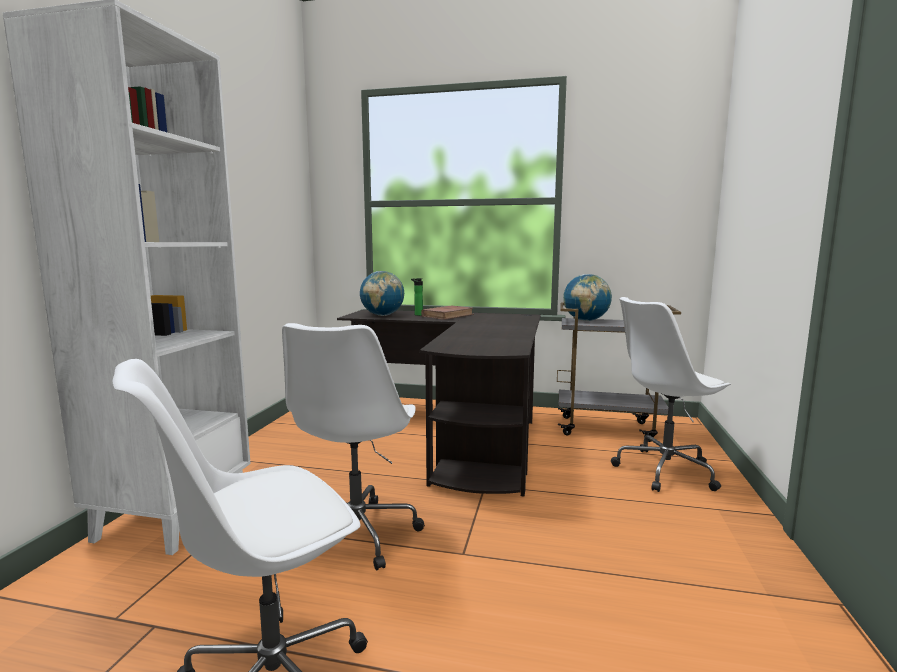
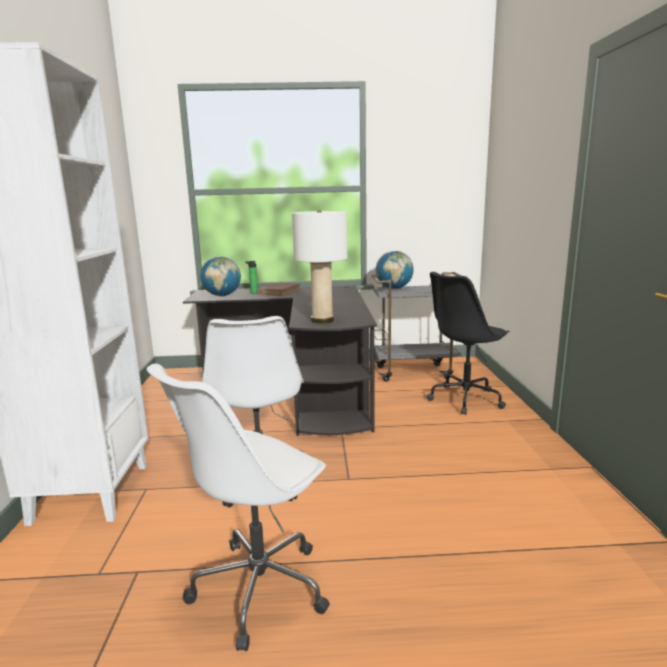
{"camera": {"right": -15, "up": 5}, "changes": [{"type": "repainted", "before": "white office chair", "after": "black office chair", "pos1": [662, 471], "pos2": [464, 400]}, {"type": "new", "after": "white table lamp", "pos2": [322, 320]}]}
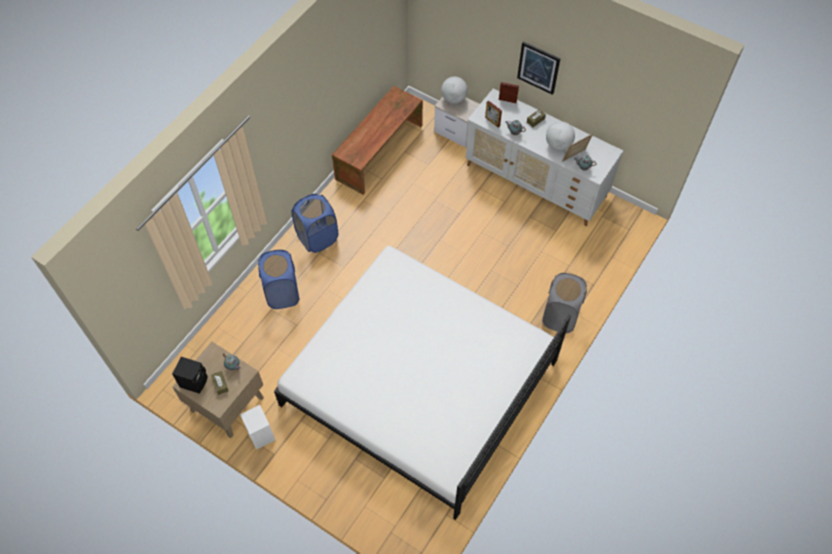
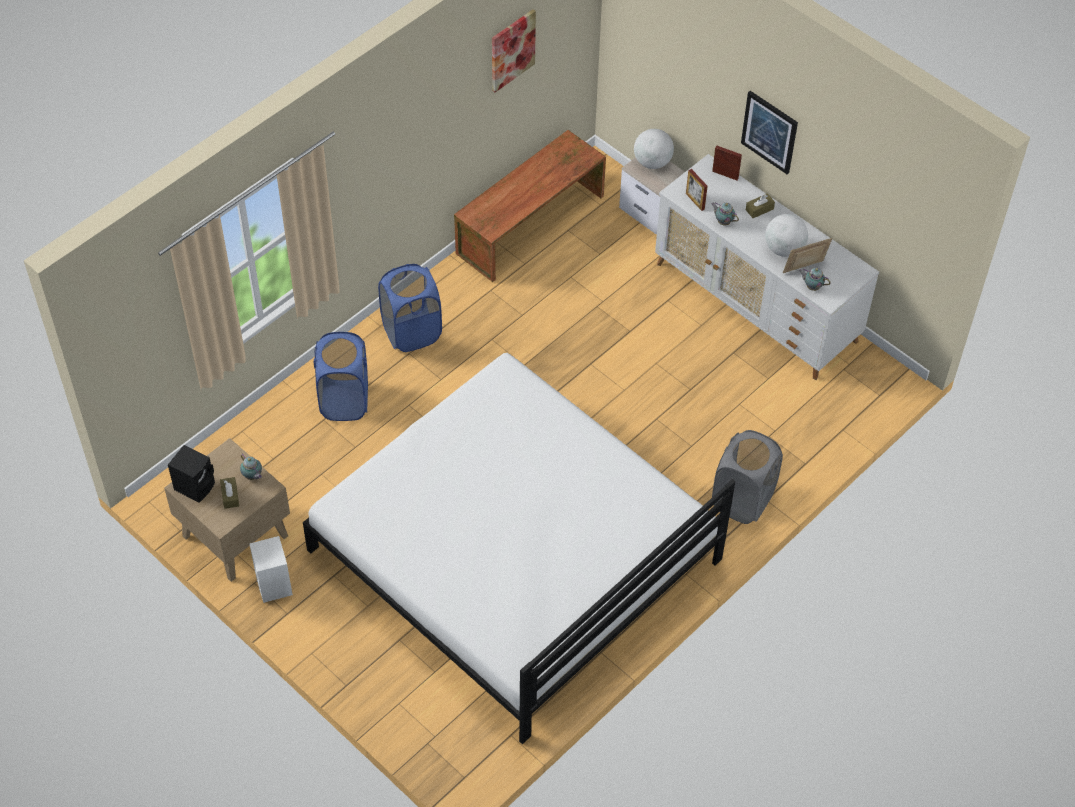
{"camera": {"right": 10, "up": -5}, "changes": [{"type": "new", "after": "picture", "pos2": [512, 50]}]}
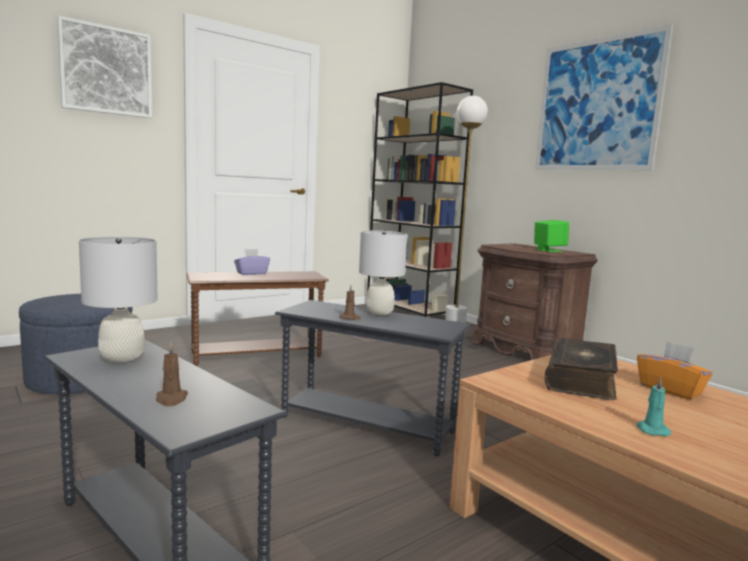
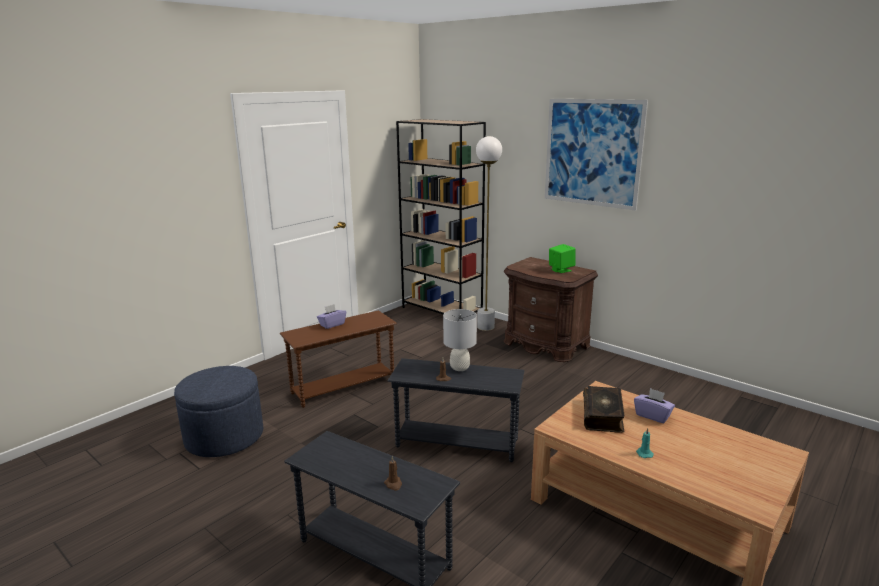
{"camera": {"right": -10, "up": 10}, "changes": [{"type": "gone", "before": "picture", "pos1": [106, 70]}, {"type": "gone", "before": "grey table lamp", "pos1": [124, 358]}, {"type": "repainted", "before": "orange tissue box", "after": "purple tissue box", "pos1": [670, 390], "pos2": [652, 415]}]}
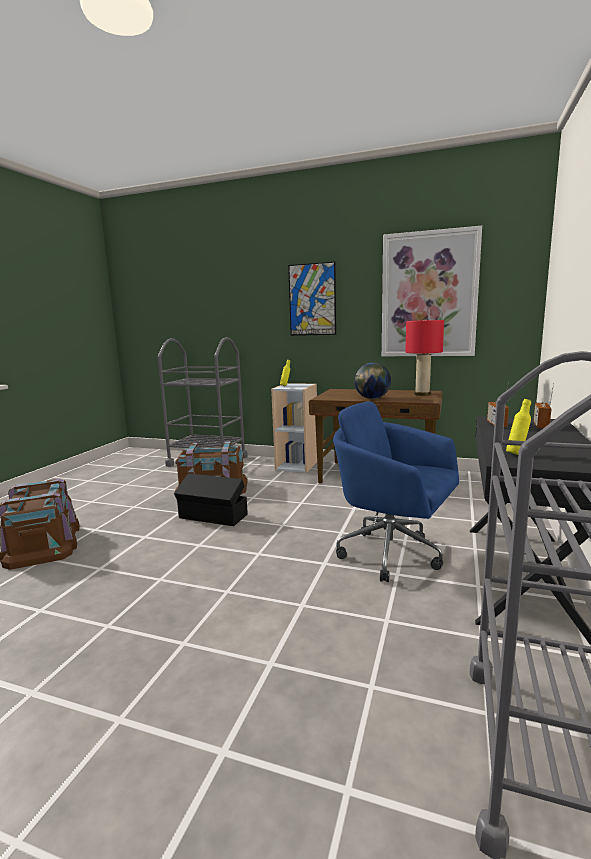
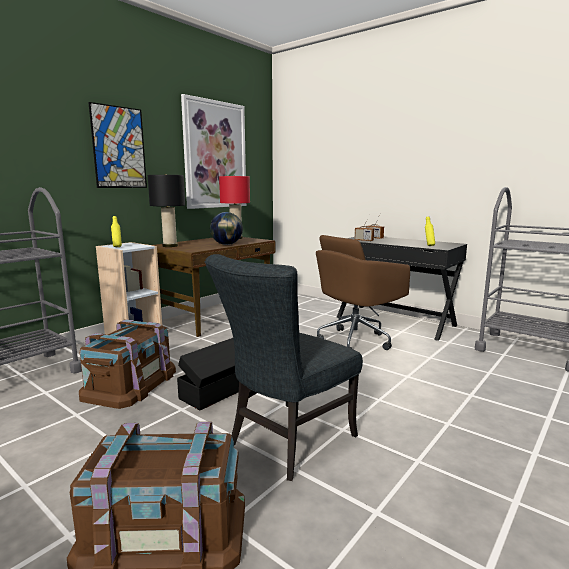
{"camera": {"right": -70, "up": 0}, "changes": [{"type": "repainted", "before": "blue office chair", "after": "brown office chair", "pos1": [394, 556], "pos2": [357, 340]}, {"type": "new", "after": "black table lamp", "pos2": [169, 246]}, {"type": "new", "after": "grey chair", "pos2": [286, 442]}]}
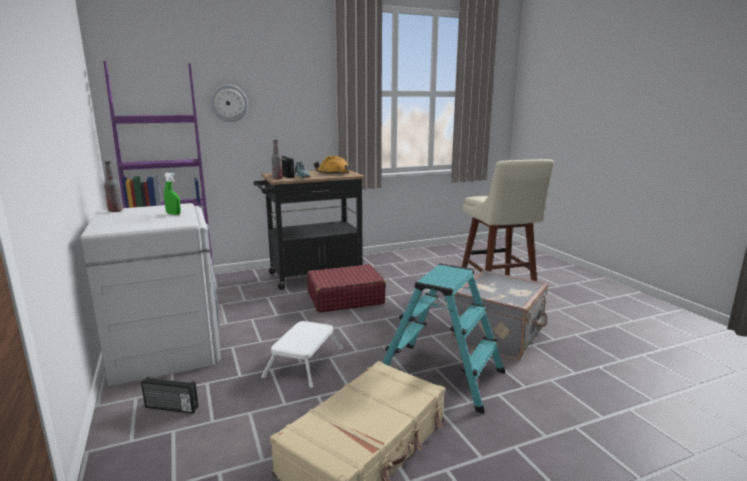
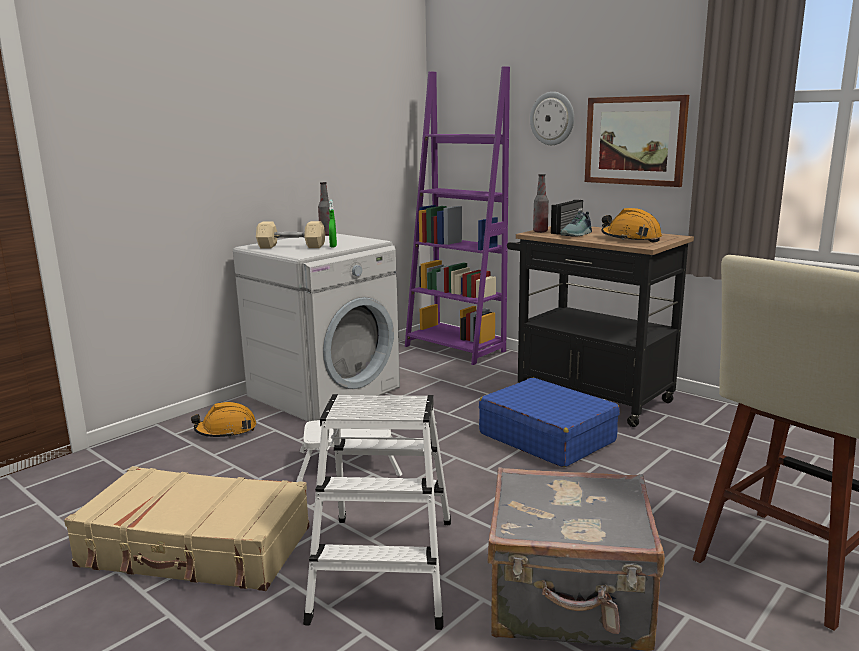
{"camera": {"right": 65, "up": 0}, "changes": [{"type": "swapped", "before": "radio", "after": "orange hard hat", "pos1": [171, 408], "pos2": [226, 431]}, {"type": "repainted", "before": "red suitcase", "after": "blue suitcase", "pos1": [345, 298], "pos2": [546, 437]}, {"type": "repainted", "before": "turquoise step ladder", "after": "white step ladder", "pos1": [440, 375], "pos2": [385, 566]}, {"type": "new", "after": "beige dumbbell", "pos2": [291, 247]}, {"type": "new", "after": "picture", "pos2": [635, 140]}]}
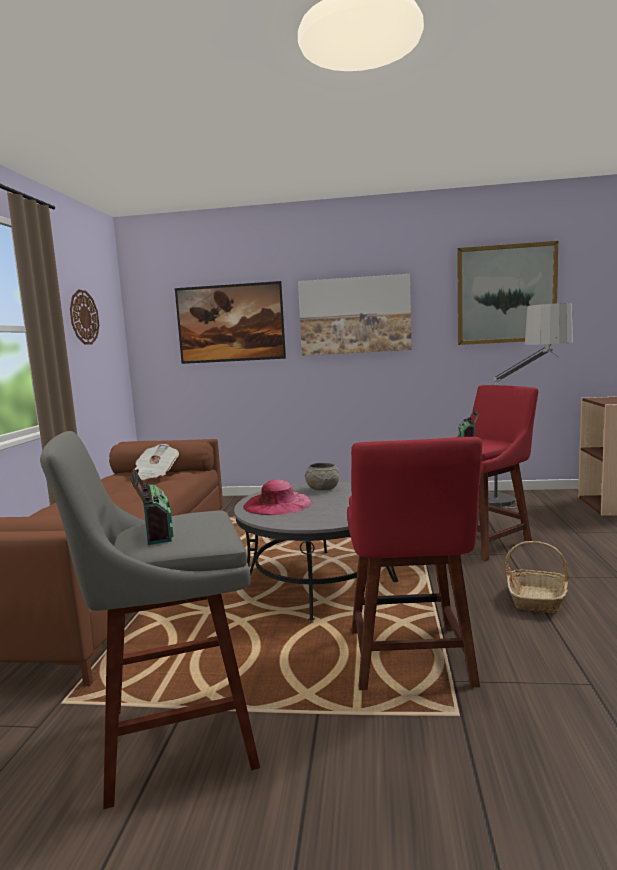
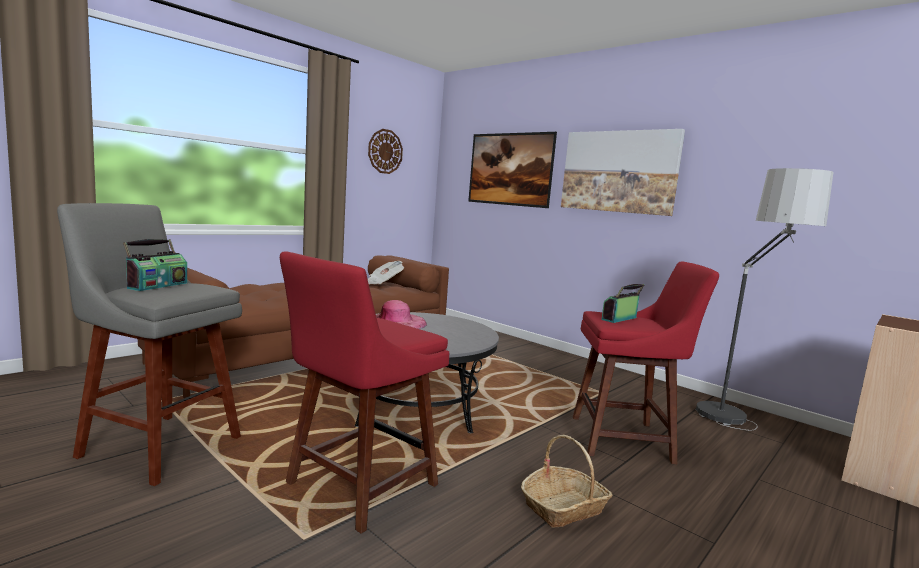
{"camera": {"right": 35, "up": 0}, "changes": [{"type": "gone", "before": "grey bowl", "pos1": [322, 489]}, {"type": "gone", "before": "picture", "pos1": [506, 294]}]}
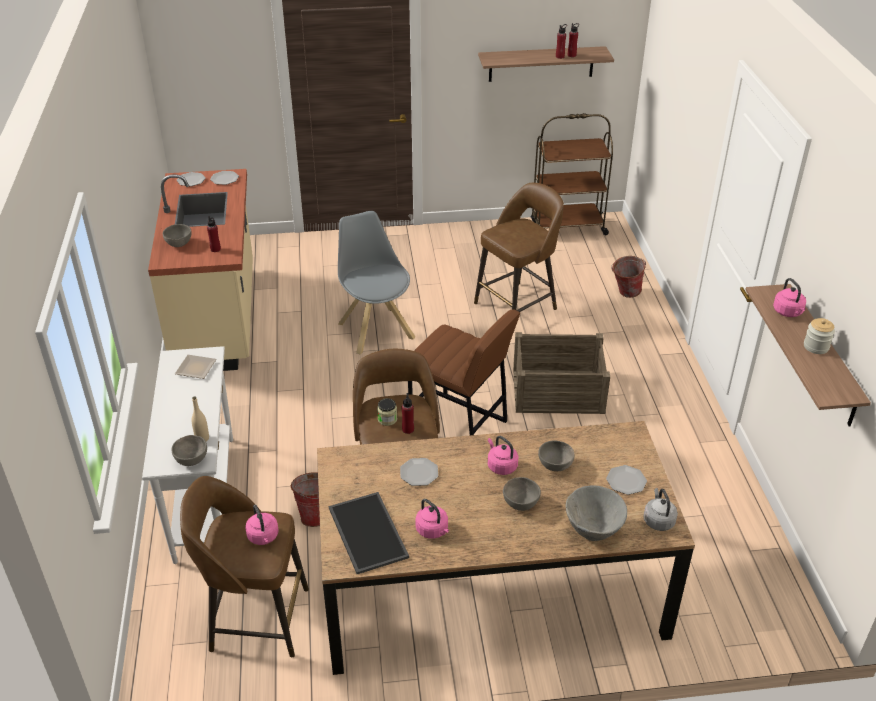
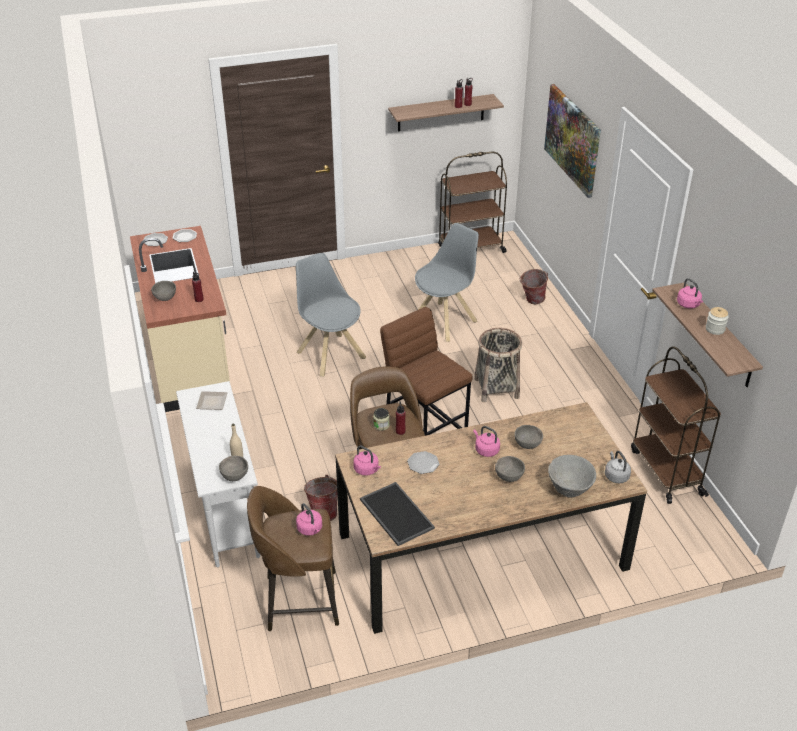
{"camera": {"right": -10, "up": 0}, "changes": [{"type": "rotated", "before": "brown chair", "pos1": [461, 428], "pos2": [424, 428], "turn": -150}, {"type": "shifted", "before": "pink kettle", "pos1": [433, 530], "pos2": [367, 470]}, {"type": "swapped", "before": "brown stool", "after": "grey chair", "pos1": [517, 305], "pos2": [445, 320]}, {"type": "swapped", "before": "crate", "after": "basket", "pos1": [558, 391], "pos2": [496, 388]}, {"type": "gone", "before": "plate", "pos1": [626, 481]}, {"type": "new", "after": "picture", "pos2": [572, 139]}, {"type": "new", "after": "brown cart", "pos2": [666, 471]}]}
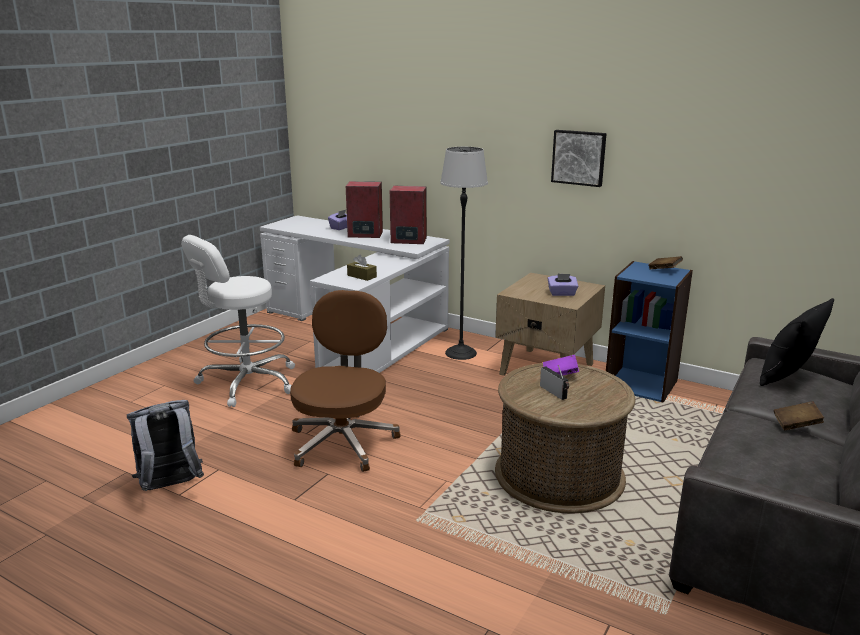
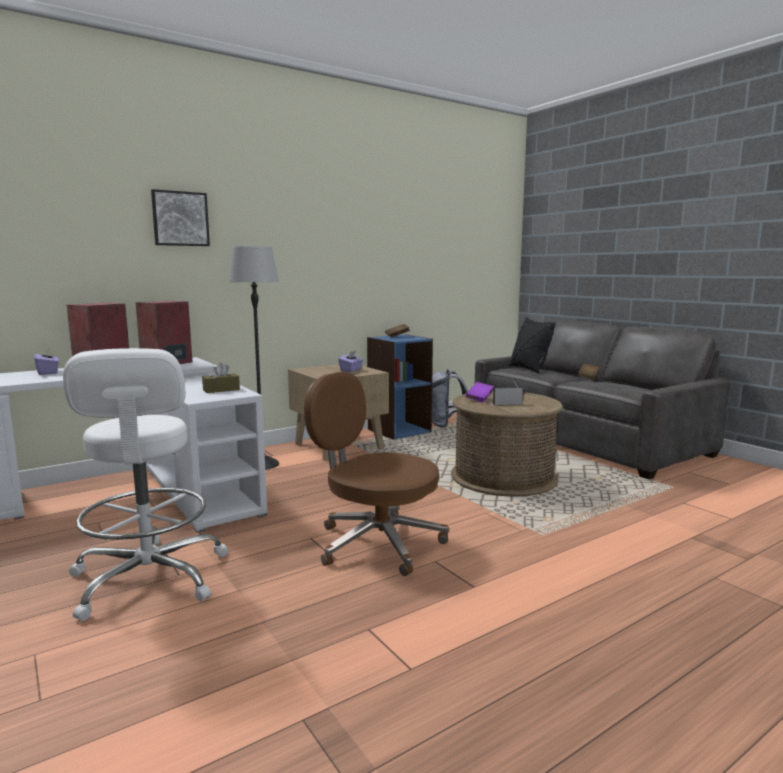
{"camera": {"right": -65, "up": -10}, "changes": [{"type": "shifted", "before": "grey backpack", "pos1": [170, 487], "pos2": [445, 425]}, {"type": "shifted", "before": "picture", "pos1": [579, 157], "pos2": [180, 219]}]}
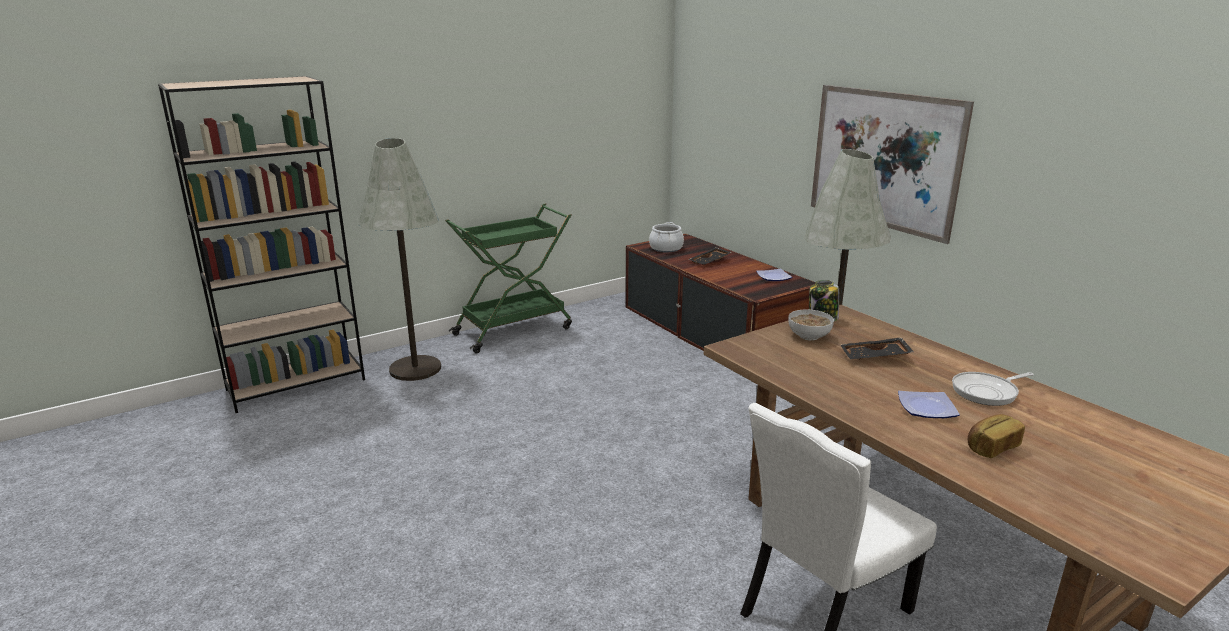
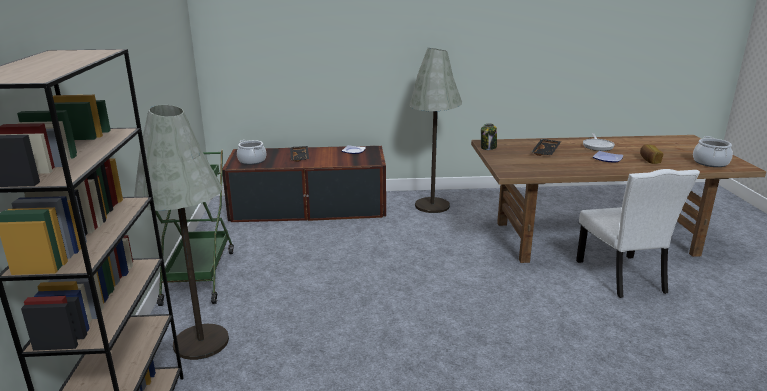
{"camera": {"right": -60, "up": 0}, "changes": [{"type": "gone", "before": "bowl", "pos1": [809, 337]}, {"type": "gone", "before": "picture", "pos1": [883, 160]}, {"type": "new", "after": "cooking pot", "pos2": [710, 163]}]}
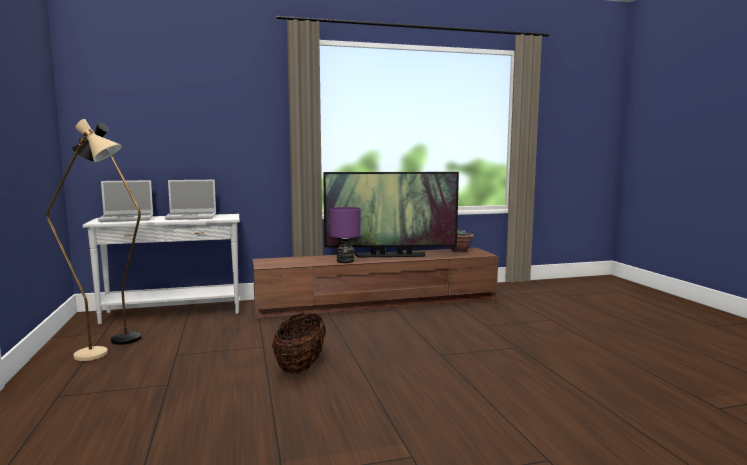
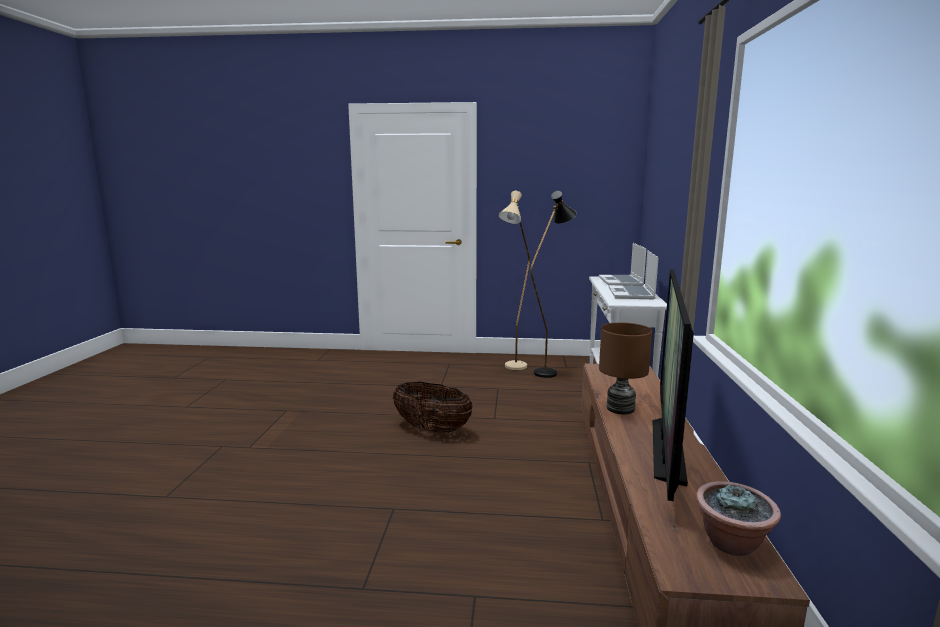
{"camera": {"right": 110, "up": 5}, "changes": [{"type": "repainted", "before": "purple table lamp", "after": "brown table lamp", "pos1": [345, 261], "pos2": [620, 409]}]}
